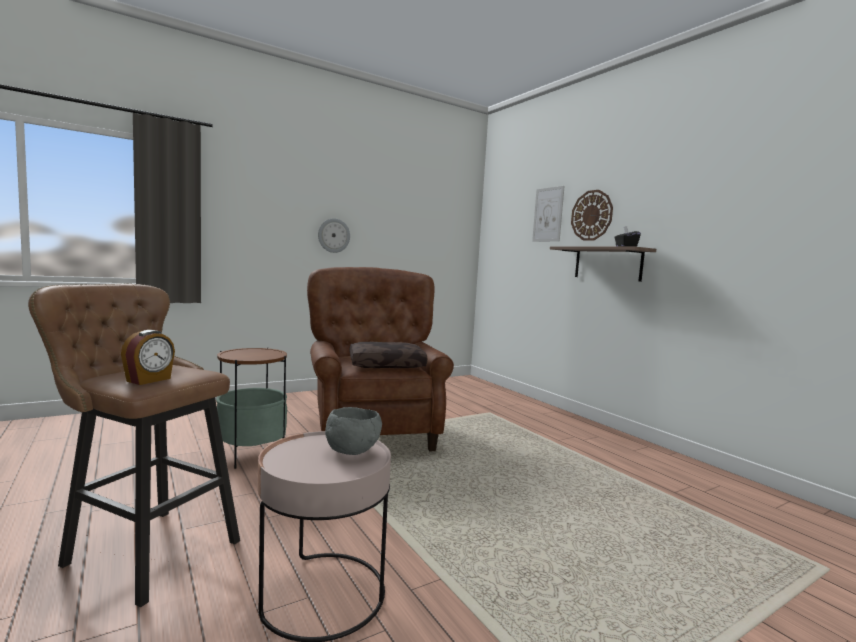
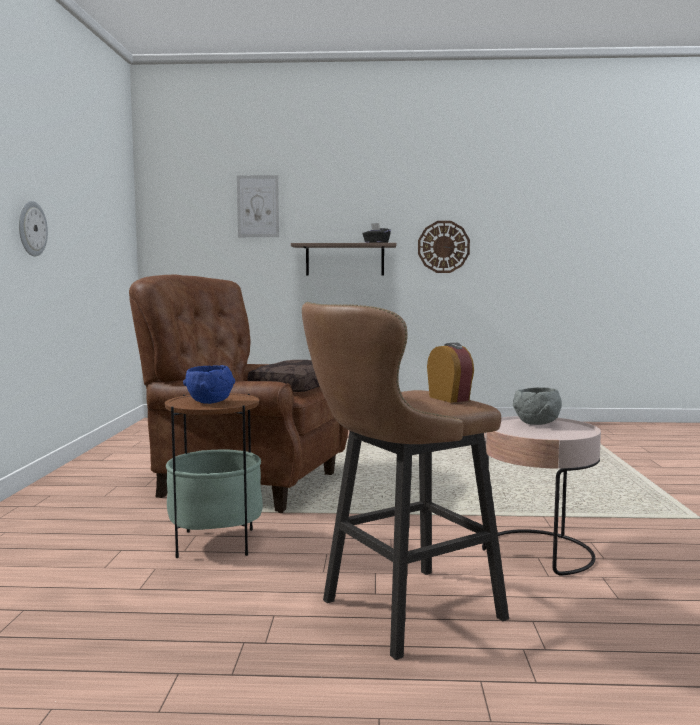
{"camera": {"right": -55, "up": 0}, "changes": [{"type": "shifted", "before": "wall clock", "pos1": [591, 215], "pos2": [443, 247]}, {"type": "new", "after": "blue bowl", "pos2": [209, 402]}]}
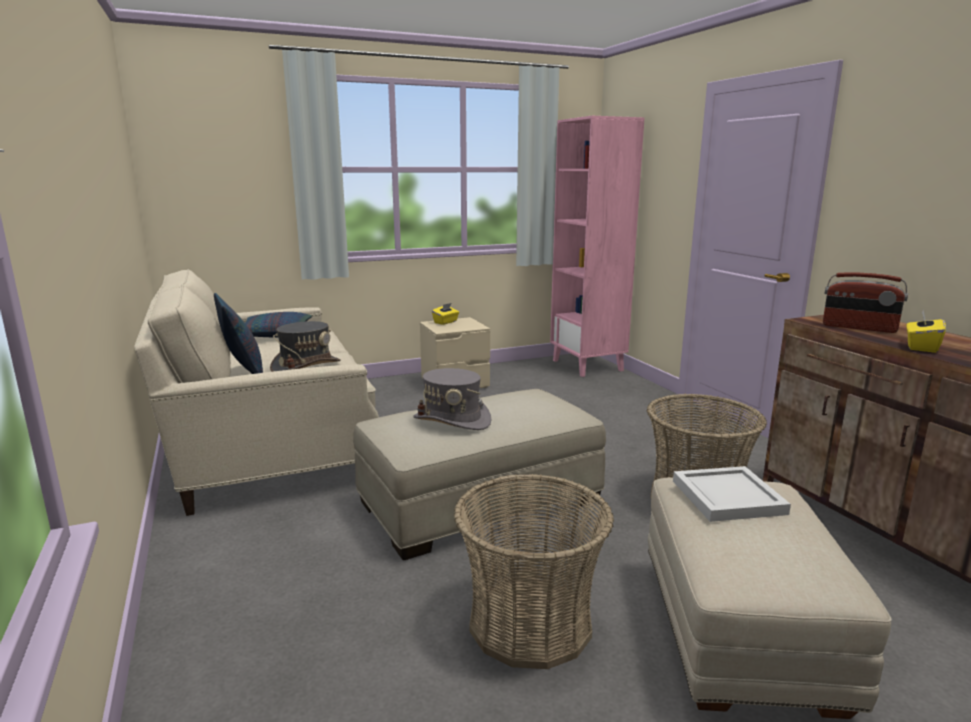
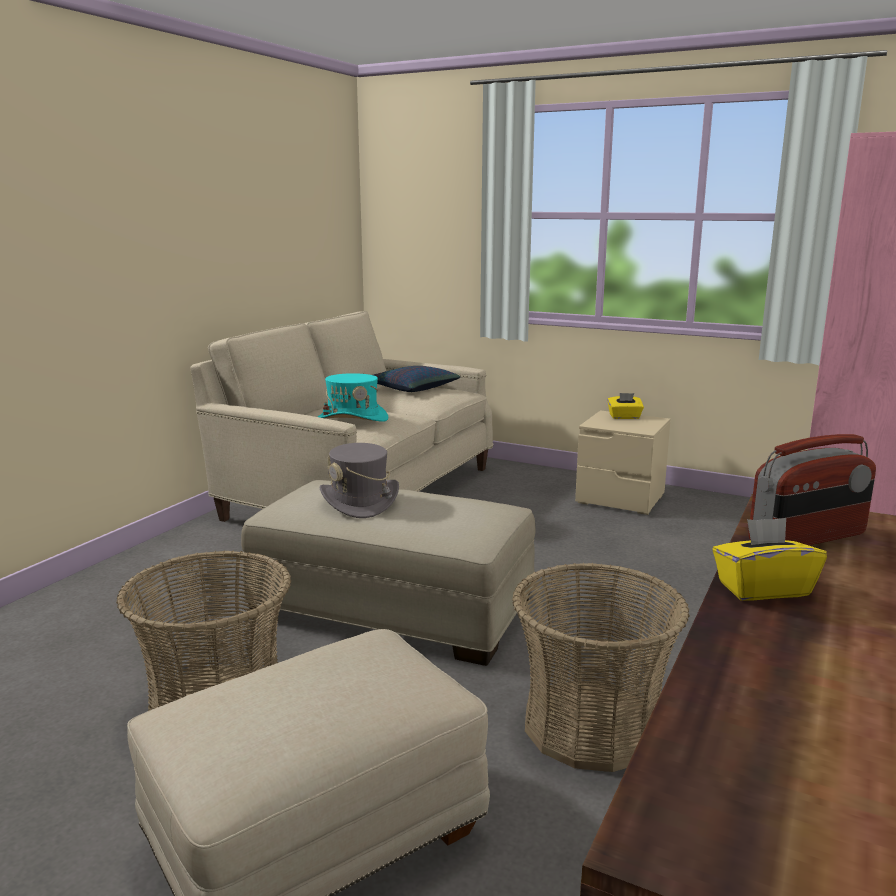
{"camera": {"right": 50, "up": 0}, "changes": [{"type": "gone", "before": "blue pillow", "pos1": [243, 371]}, {"type": "repainted", "before": "grey hat", "after": "turquoise hat", "pos1": [306, 366], "pos2": [353, 418]}, {"type": "gone", "before": "white tray", "pos1": [726, 496]}, {"type": "rotated", "before": "radio", "pos1": [859, 328], "pos2": [808, 538], "turn": -105}]}
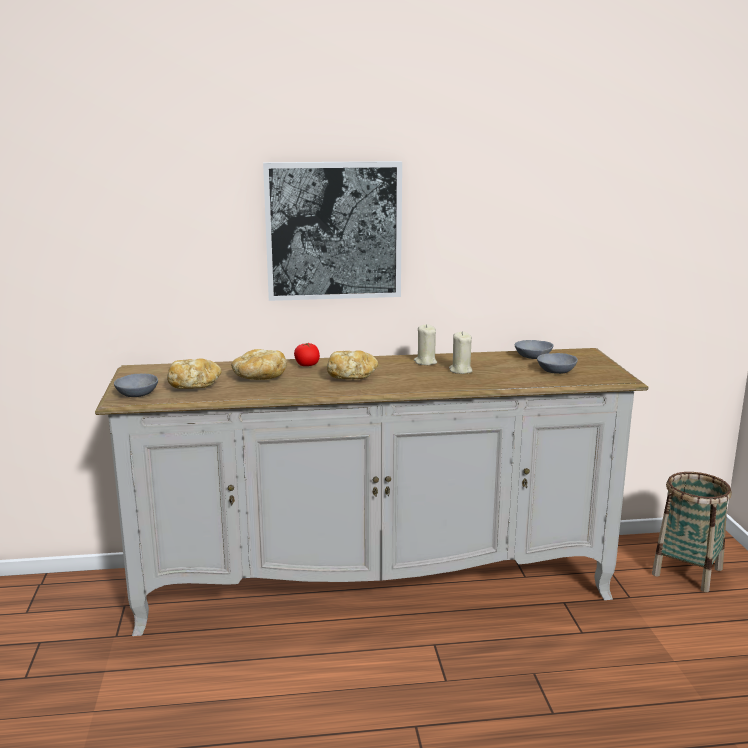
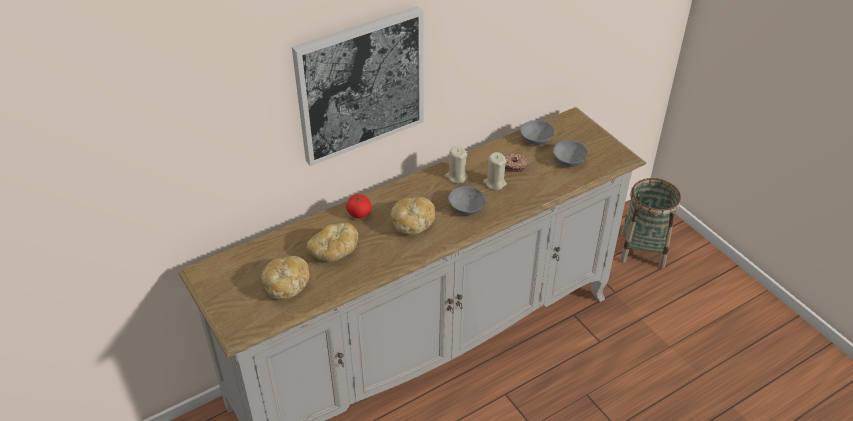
{"camera": {"right": -25, "up": 25}, "changes": [{"type": "shifted", "before": "grey bowl", "pos1": [135, 393], "pos2": [465, 207]}, {"type": "new", "after": "donut", "pos2": [513, 165]}]}
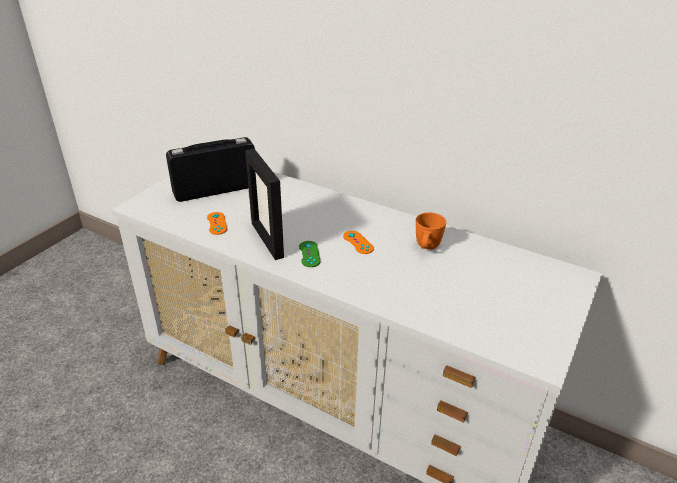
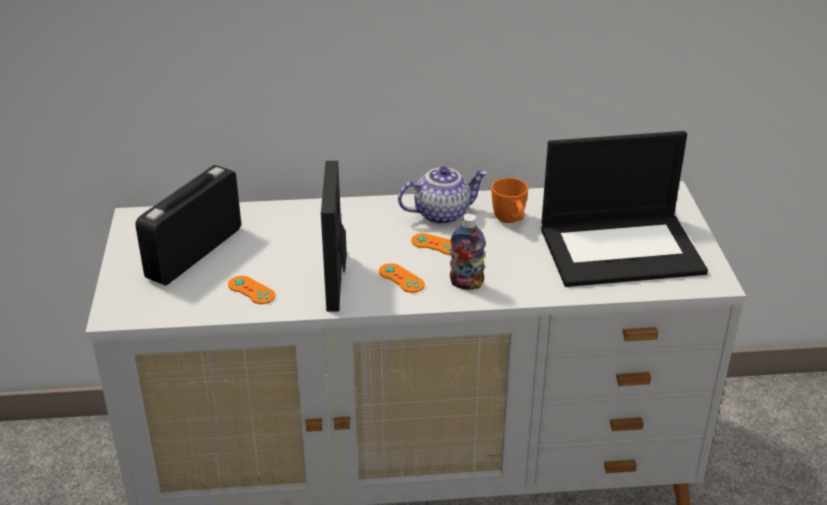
{"camera": {"right": -35, "up": 0}, "changes": [{"type": "rotated", "before": "picture frame", "pos1": [268, 239], "pos2": [336, 282], "turn": 60}, {"type": "repainted", "before": "green game controller", "after": "orange game controller", "pos1": [309, 254], "pos2": [401, 278]}, {"type": "new", "after": "teapot", "pos2": [442, 213]}, {"type": "new", "after": "bottle", "pos2": [466, 284]}, {"type": "new", "after": "laptop", "pos2": [622, 249]}]}
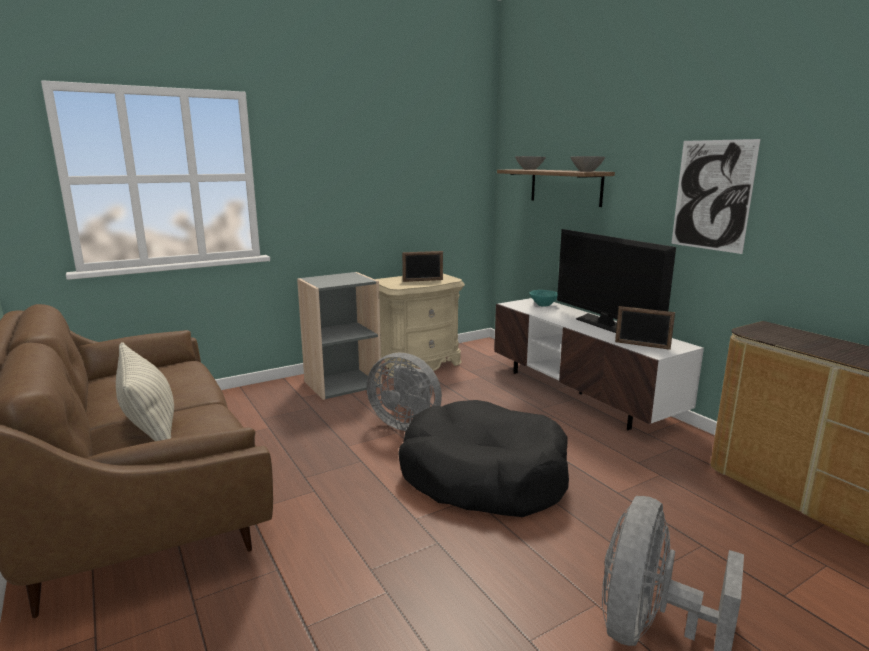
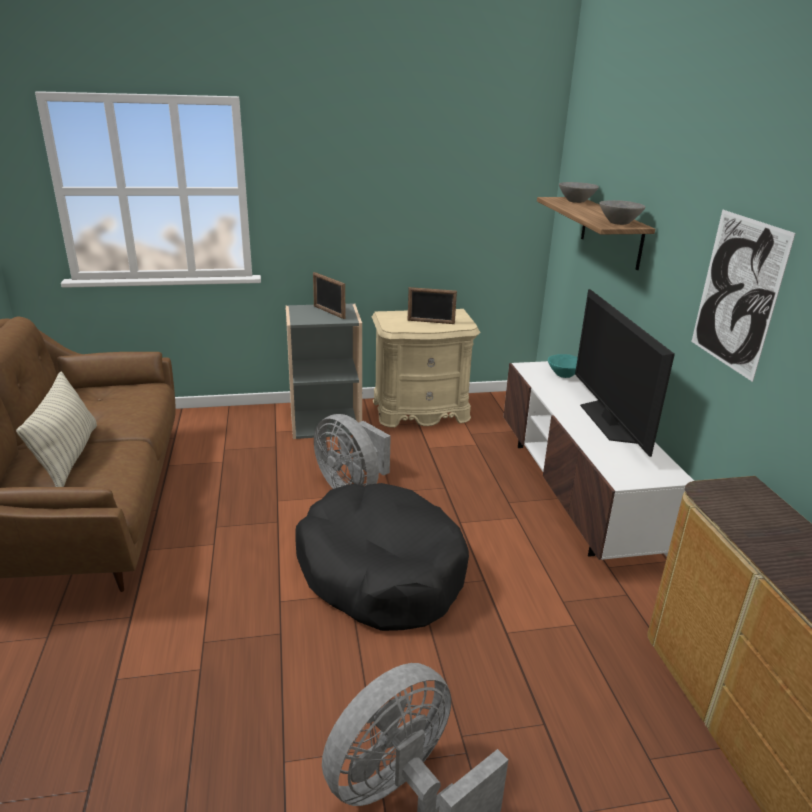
{"camera": {"right": 20, "up": 10}, "changes": [{"type": "shifted", "before": "picture frame", "pos1": [642, 345], "pos2": [329, 312]}]}
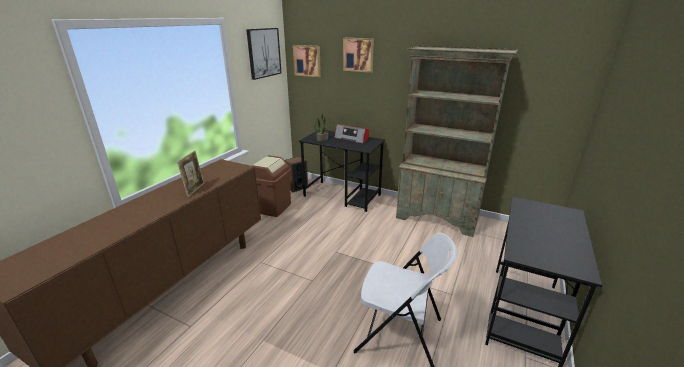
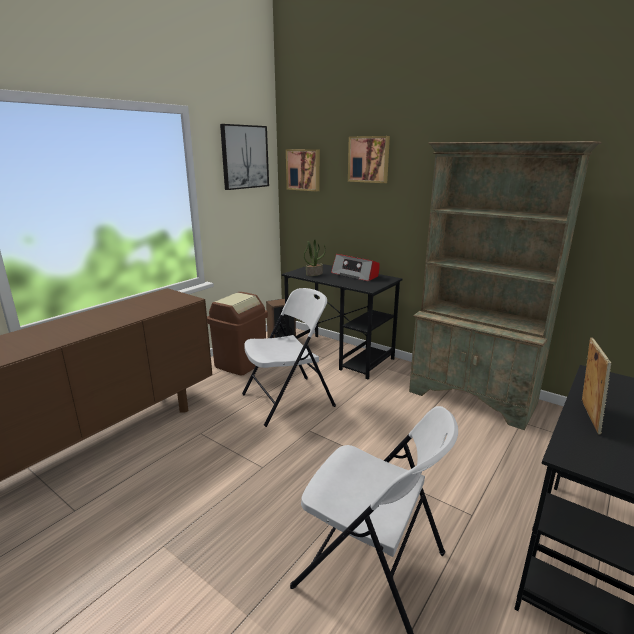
{"camera": {"right": 10, "up": -5}, "changes": [{"type": "shifted", "before": "picture frame", "pos1": [195, 189], "pos2": [587, 416]}, {"type": "new", "after": "white chair", "pos2": [288, 400]}]}
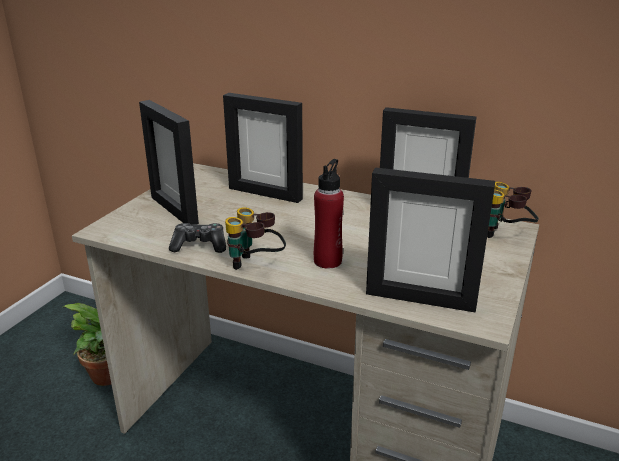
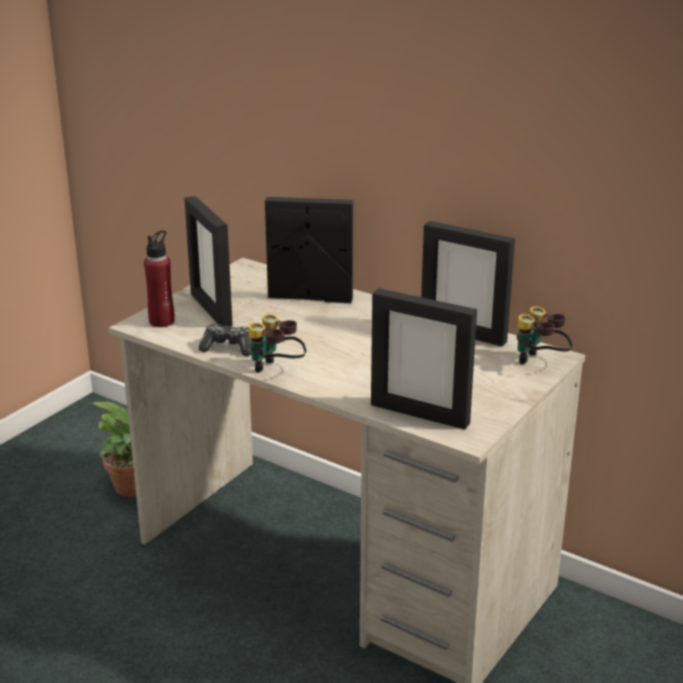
{"camera": {"right": 10, "up": 0}, "changes": [{"type": "rotated", "before": "picture frame", "pos1": [266, 193], "pos2": [310, 298], "turn": 150}, {"type": "shifted", "before": "red bottle", "pos1": [328, 261], "pos2": [162, 321]}]}
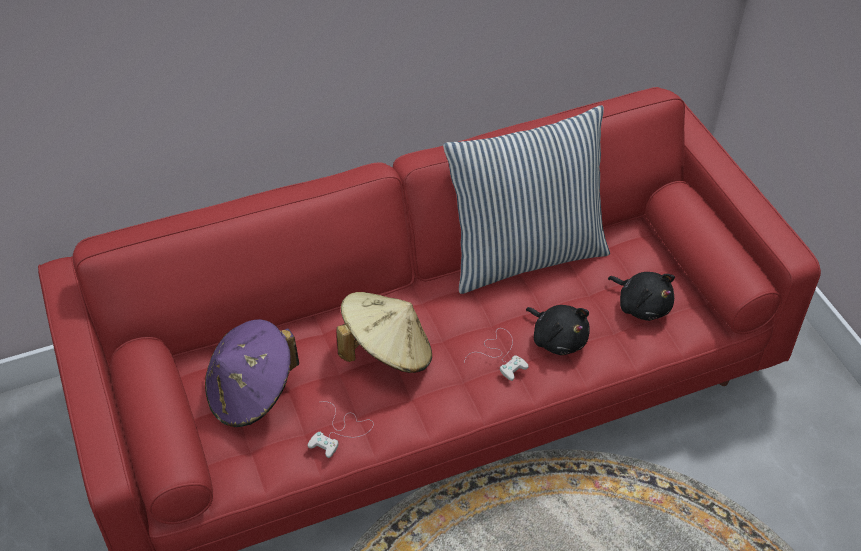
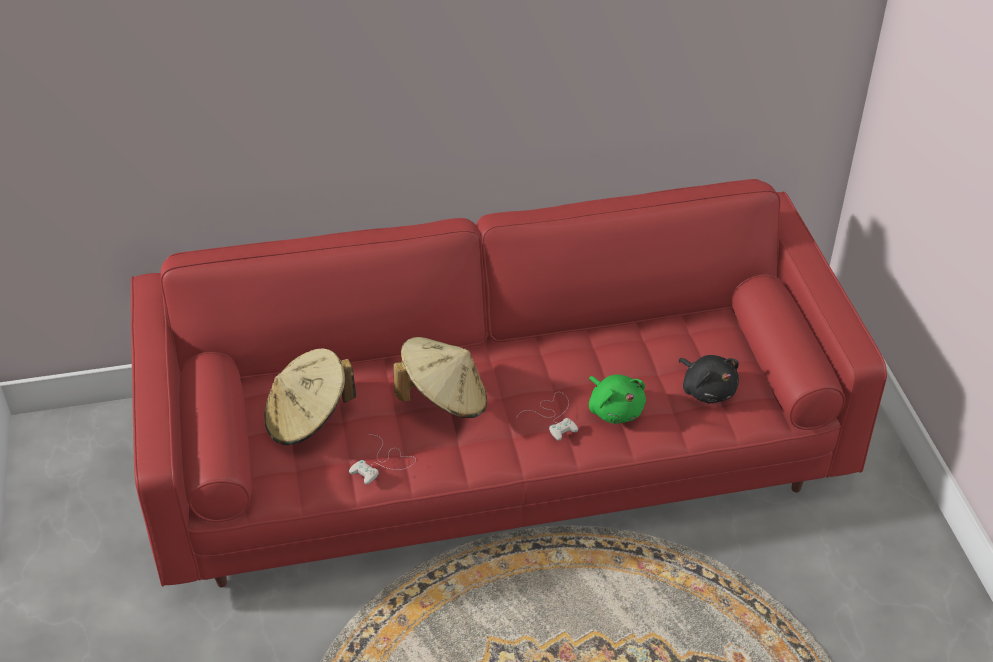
{"camera": {"right": 10, "up": -5}, "changes": [{"type": "repainted", "before": "purple hat", "after": "beige hat", "pos1": [252, 393], "pos2": [308, 419]}, {"type": "gone", "before": "pillow", "pos1": [525, 254]}, {"type": "repainted", "before": "black plush toy", "after": "green plush toy", "pos1": [557, 338], "pos2": [614, 409]}]}
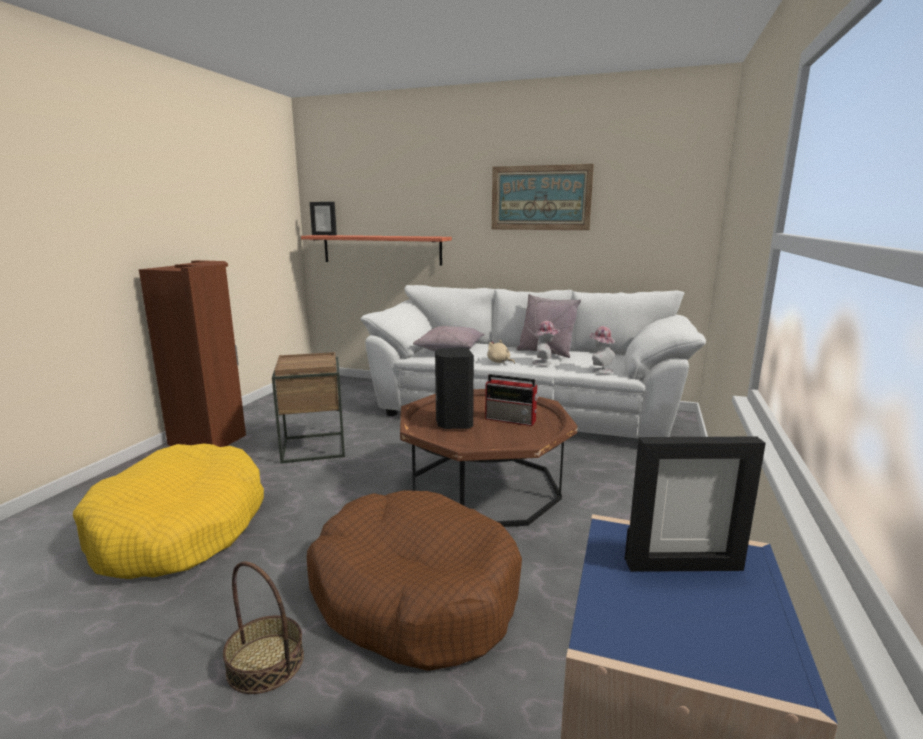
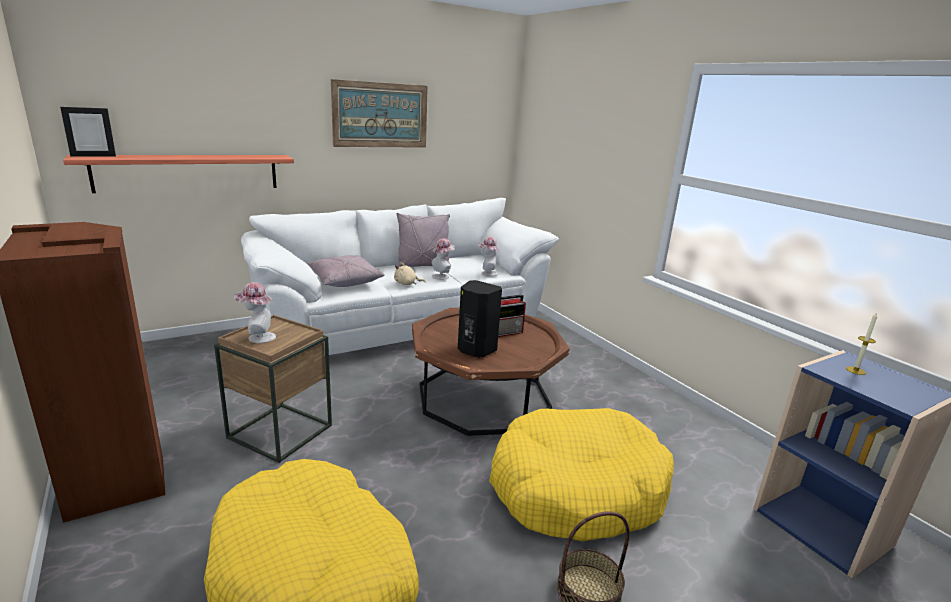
{"camera": {"right": -50, "up": 5}, "changes": [{"type": "repainted", "before": "brown dog bed", "after": "yellow dog bed", "pos1": [414, 594], "pos2": [576, 489]}, {"type": "swapped", "before": "picture frame", "after": "candle", "pos1": [683, 565], "pos2": [855, 370]}, {"type": "new", "after": "hat", "pos2": [258, 337]}]}
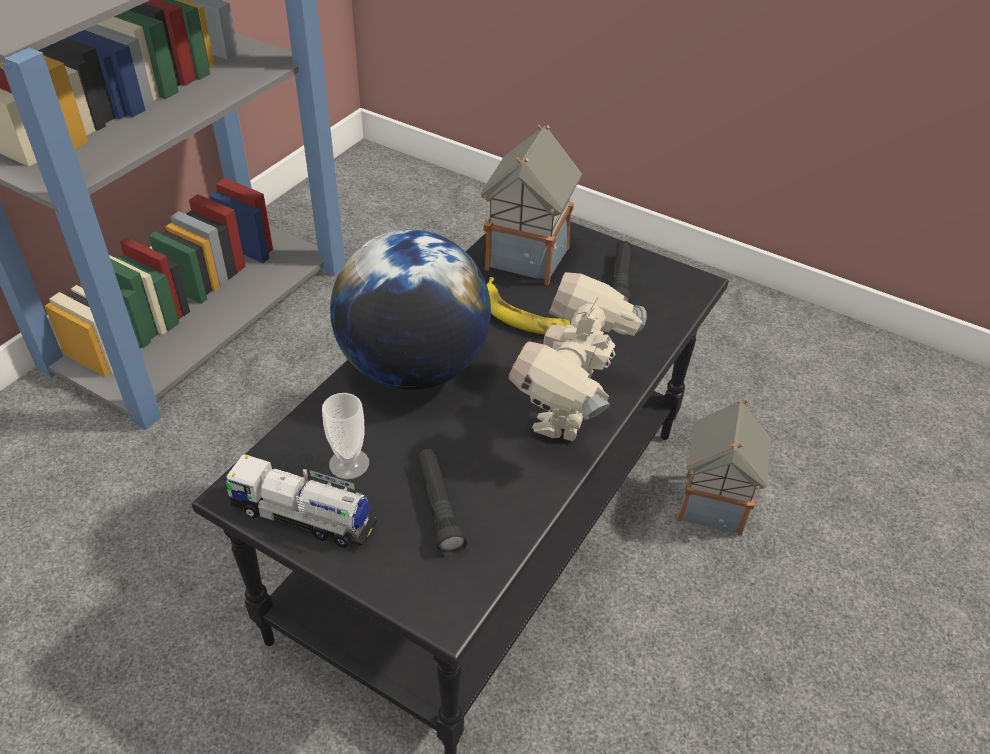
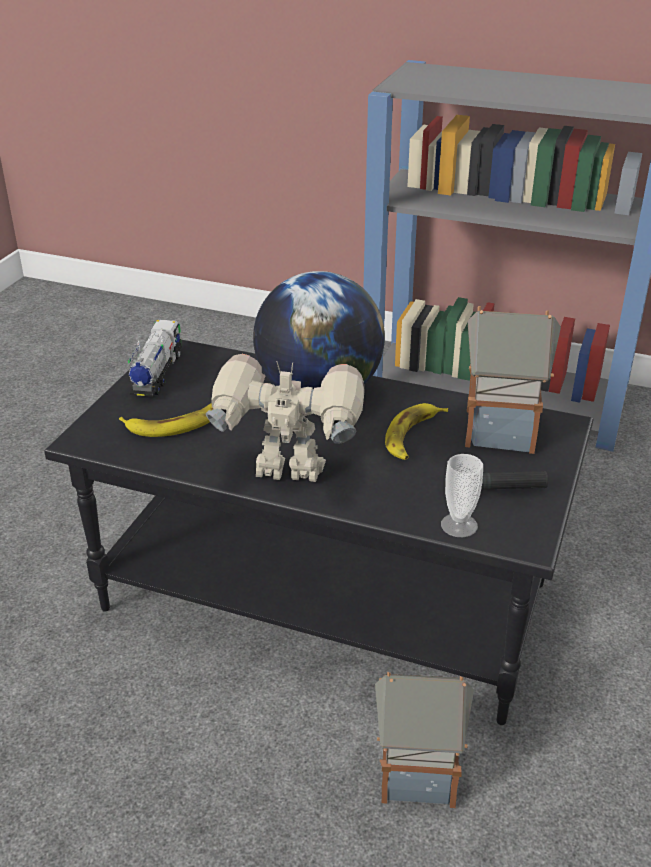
{"camera": {"right": 80, "up": -10}, "changes": [{"type": "shifted", "before": "cup", "pos1": [349, 463], "pos2": [459, 525]}, {"type": "swapped", "before": "black flashlight", "after": "banana", "pos1": [439, 508], "pos2": [173, 424]}]}
